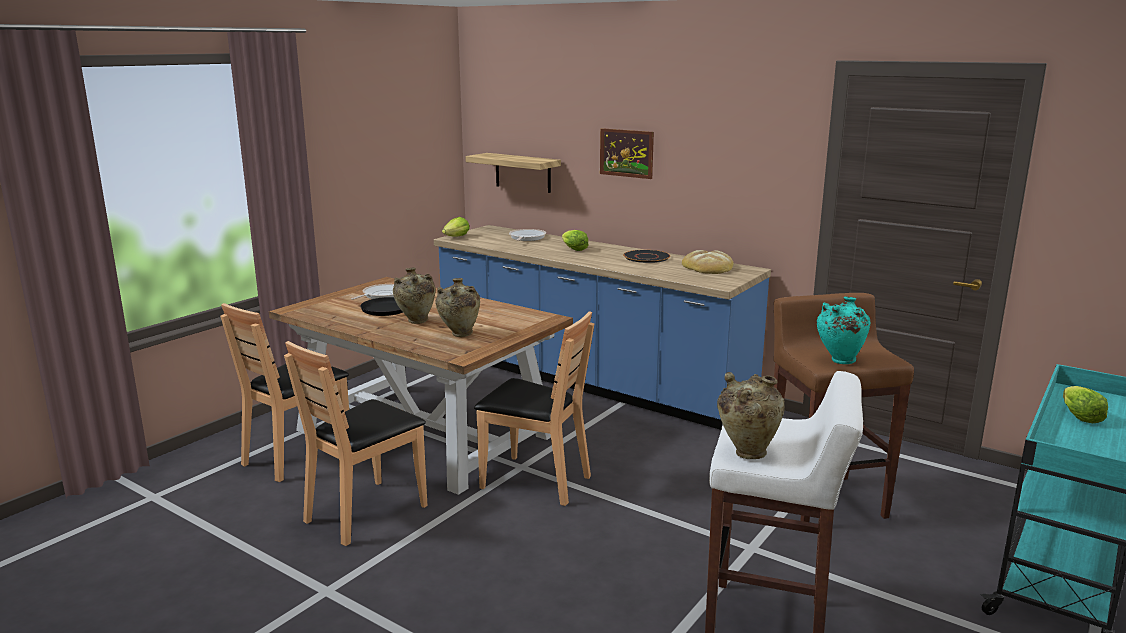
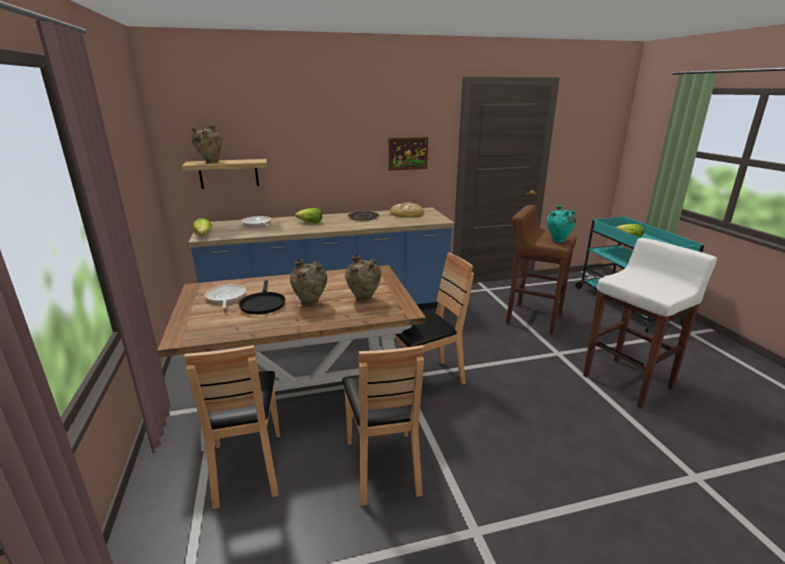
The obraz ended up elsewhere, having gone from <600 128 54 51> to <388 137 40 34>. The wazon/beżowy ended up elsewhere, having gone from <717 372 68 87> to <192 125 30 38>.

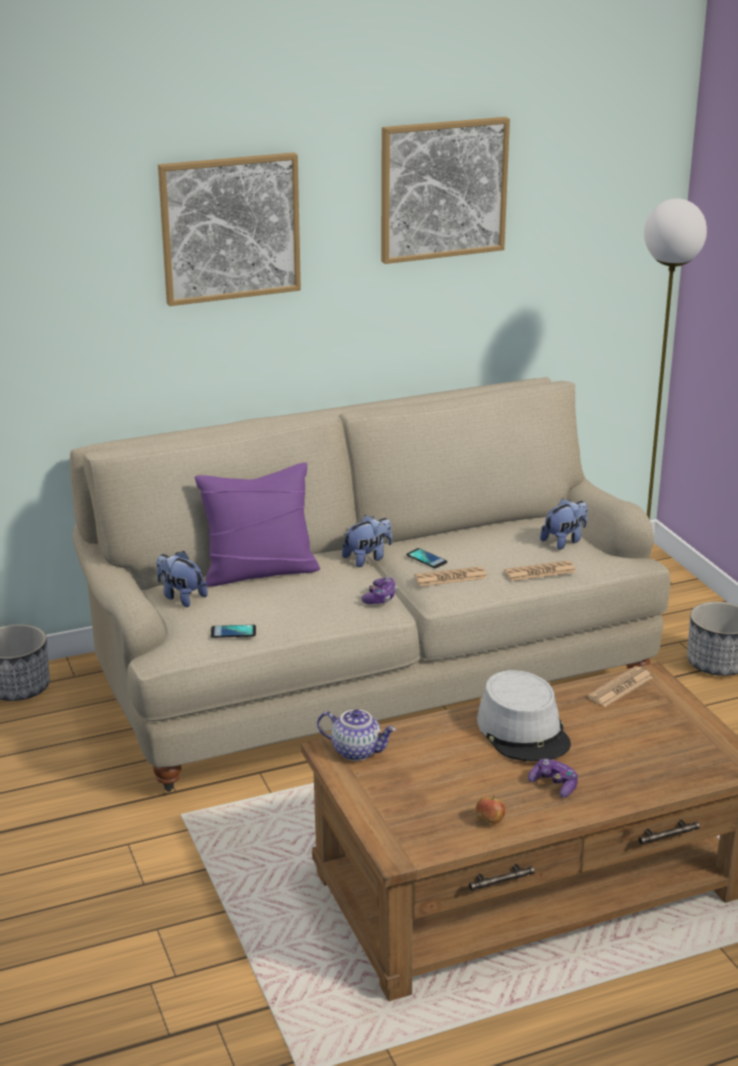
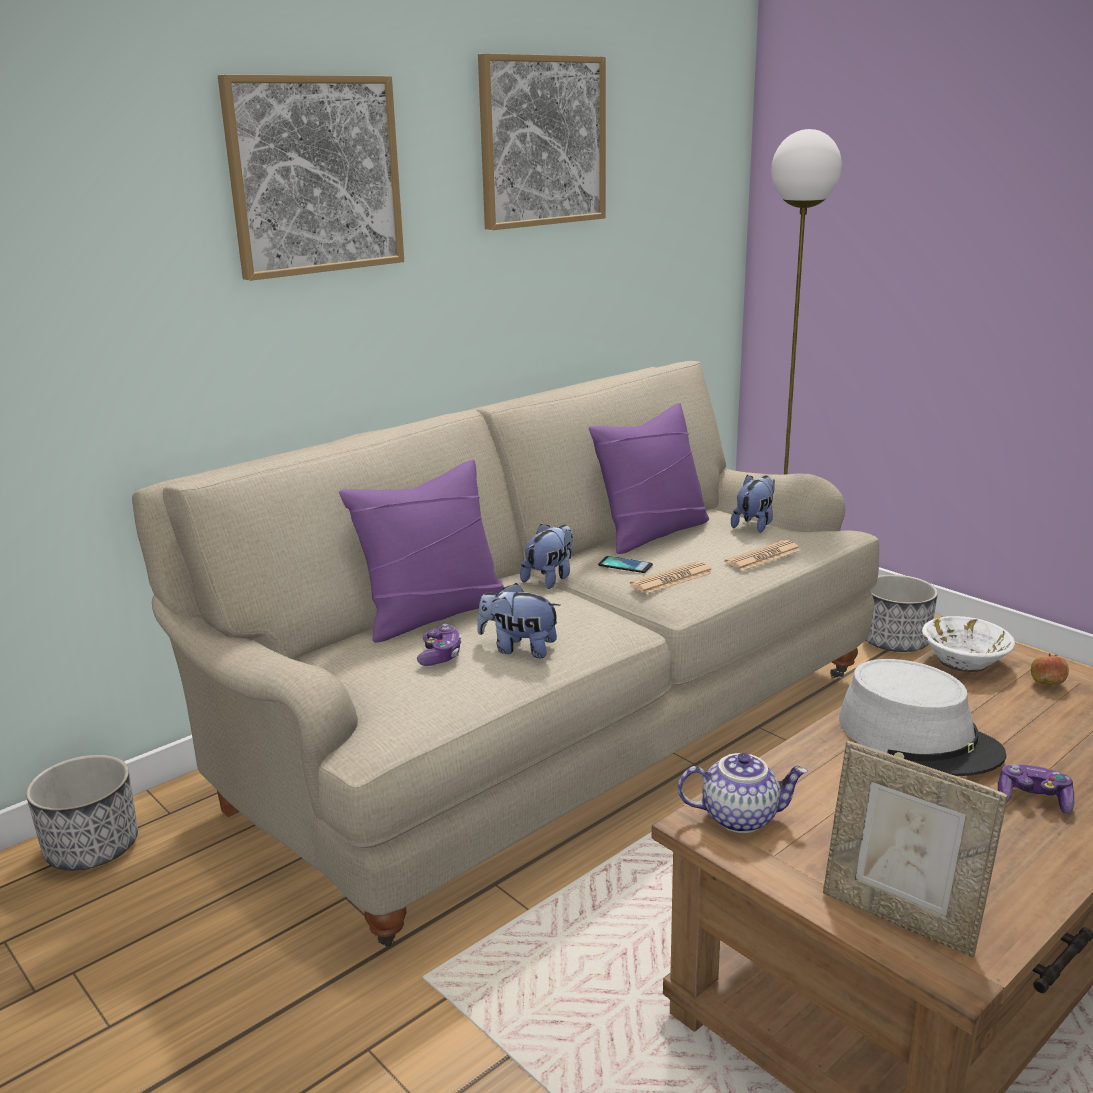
The pluszak ended up elsewhere, having gone from <156 551 52 56> to <477 583 84 75>. The second view lost the telefon at <211 625 45 13>. The pad do gier ended up elsewhere, having gone from <361 577 36 27> to <417 623 44 43>. The jabłko ended up elsewhere, having gone from <475 796 30 28> to <1031 653 38 32>. Where the gazeta stood at <587 666 66 41>, the miska/biały came to stand at <922 616 93 56>. The second view gained the poduszka/fioletowy at <589 403 120 151>. The second view gained the ramka na zdjęcie at <823 741 185 216>.

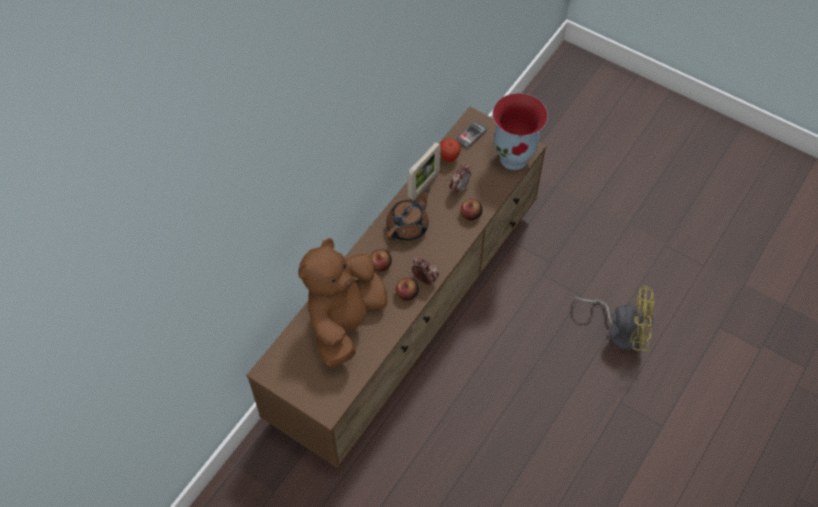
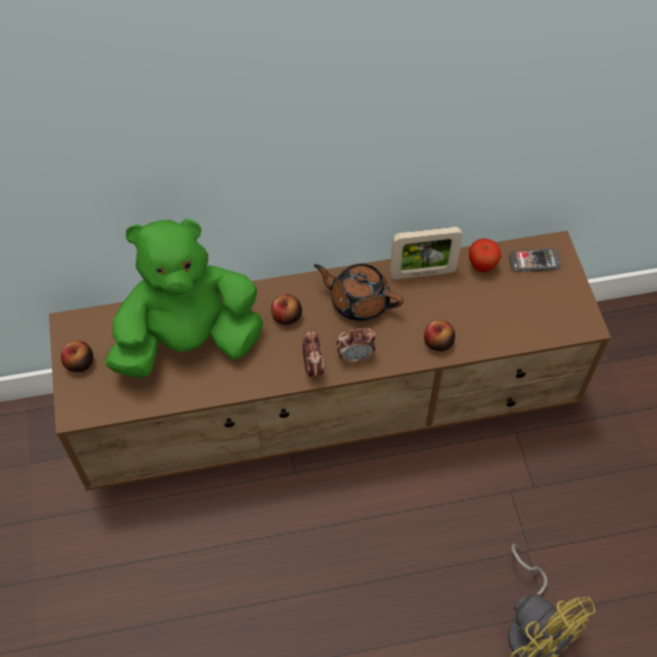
What was the pluszak/brązowy at <298 238 90 129> turned into the pluszak/zielony at <105 219 158 159>. The imbryk/brązowy at <386 189 44 52> ended up facing another way, 150 degrees counterclockwise from before. The jabłko ended up elsewhere, having gone from <396 278 23 23> to <61 340 32 32>. The budzik ended up elsewhere, having gone from <449 163 22 32> to <336 328 40 35>. The second view lost the wazon at <492 93 56 77>.

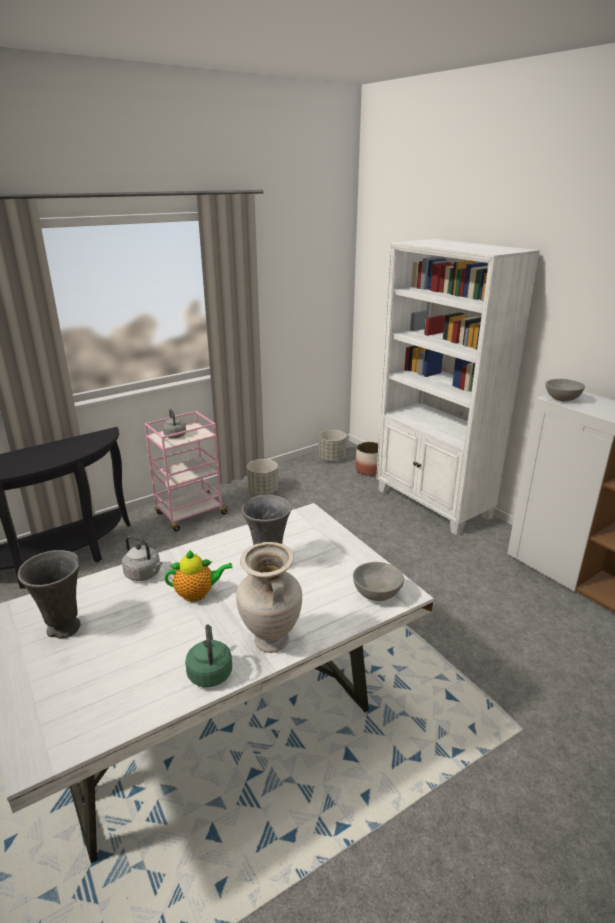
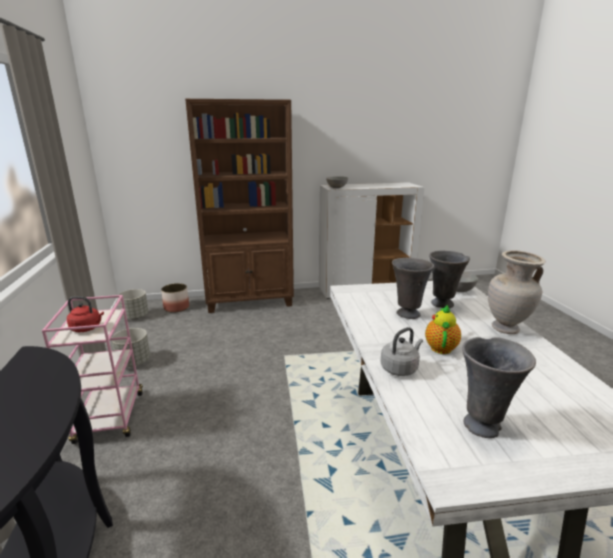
What was the czajnik/szary at <163 409 23 29> turned into the czajnik/czerwony at <67 296 37 36>. The second view lost the czajnik/zielony at <185 625 47 62>. What was the regał/biały at <376 239 164 297> turned into the regał/brązowy at <185 99 109 214>. The second view gained the wazon/szary at <429 251 41 57>.

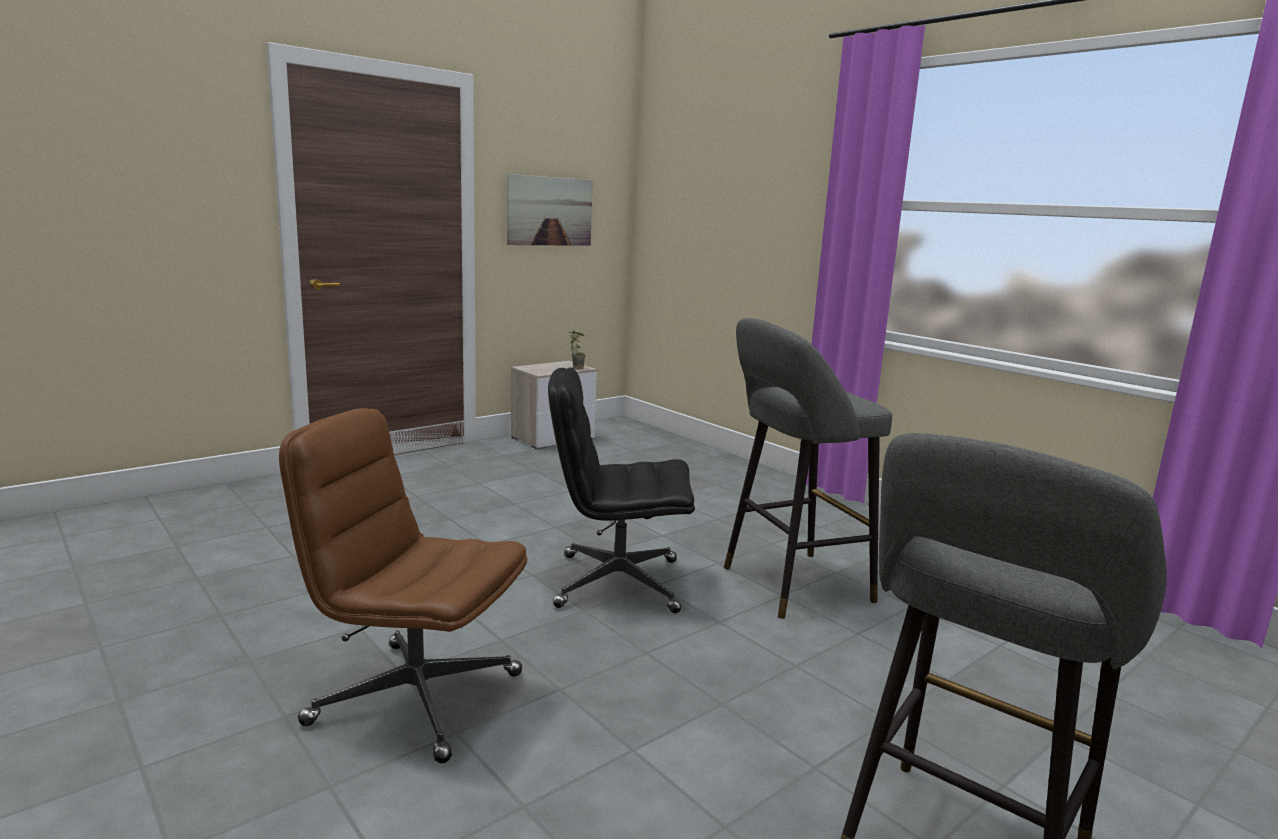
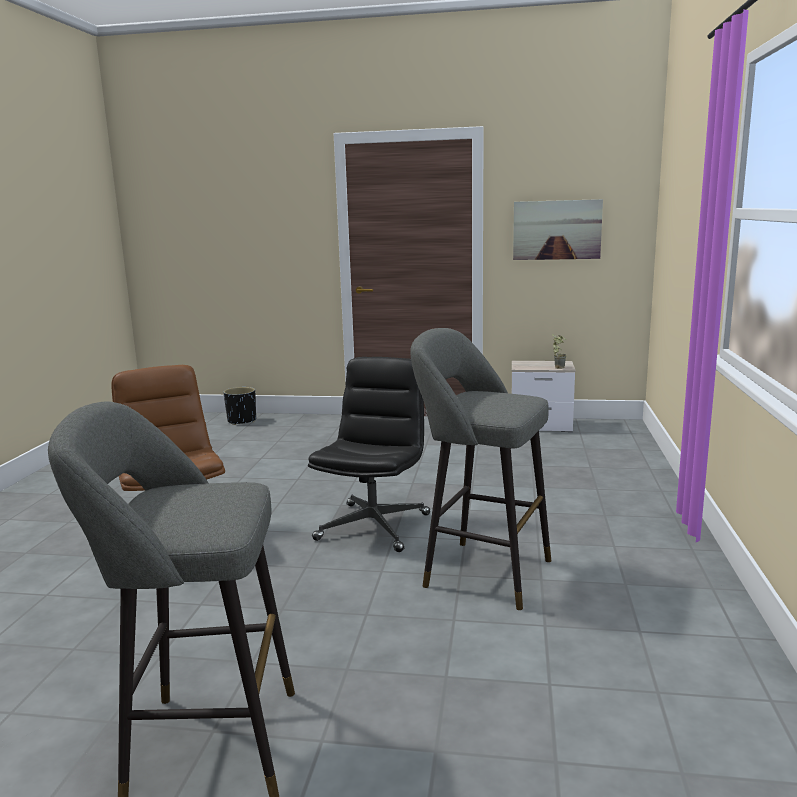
The krzesło biurowe/czarny at <548 368 147 245> ended up facing another way, 60 degrees clockwise from before. The second view gained the donica/czarny at <224 387 32 38>.

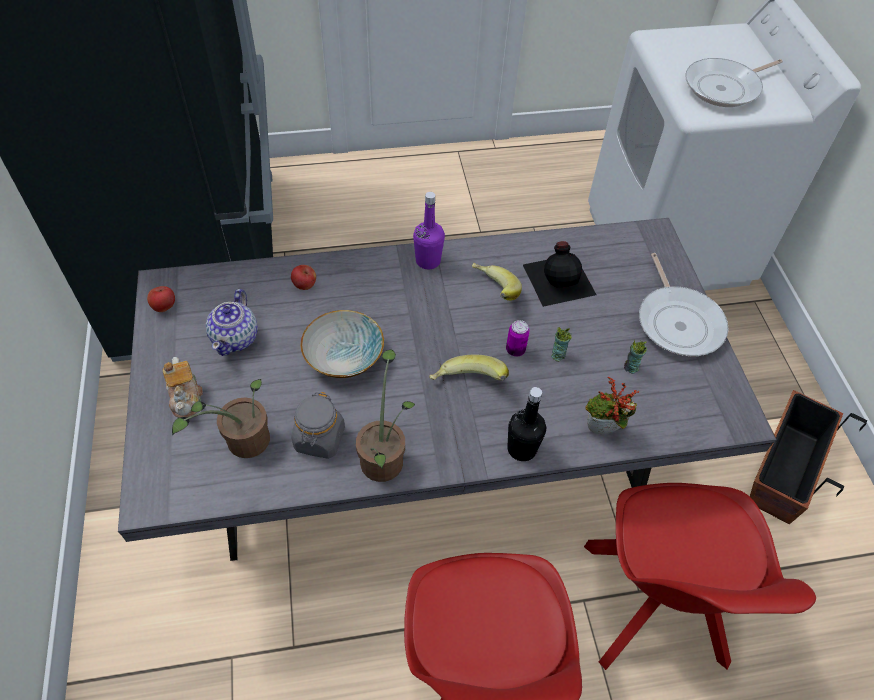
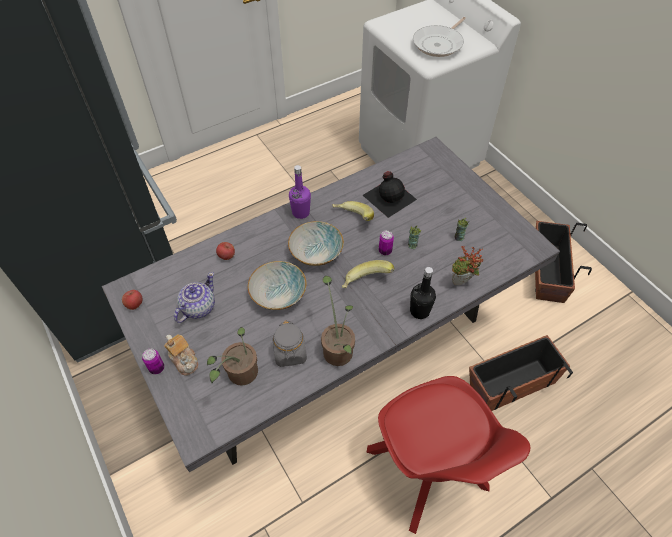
The imbryk at <206 289 52 67> ended up facing another way, 135 degrees counterclockwise from before. Where the krzesło/czerwony stood at <584 483 232 187>, the donica came to stand at <469 335 104 76>. The second view lost the patelnia at <639 253 89 103>. The second view gained the puszka at <142 348 22 26>. The second view gained the miska at <288 221 56 45>.

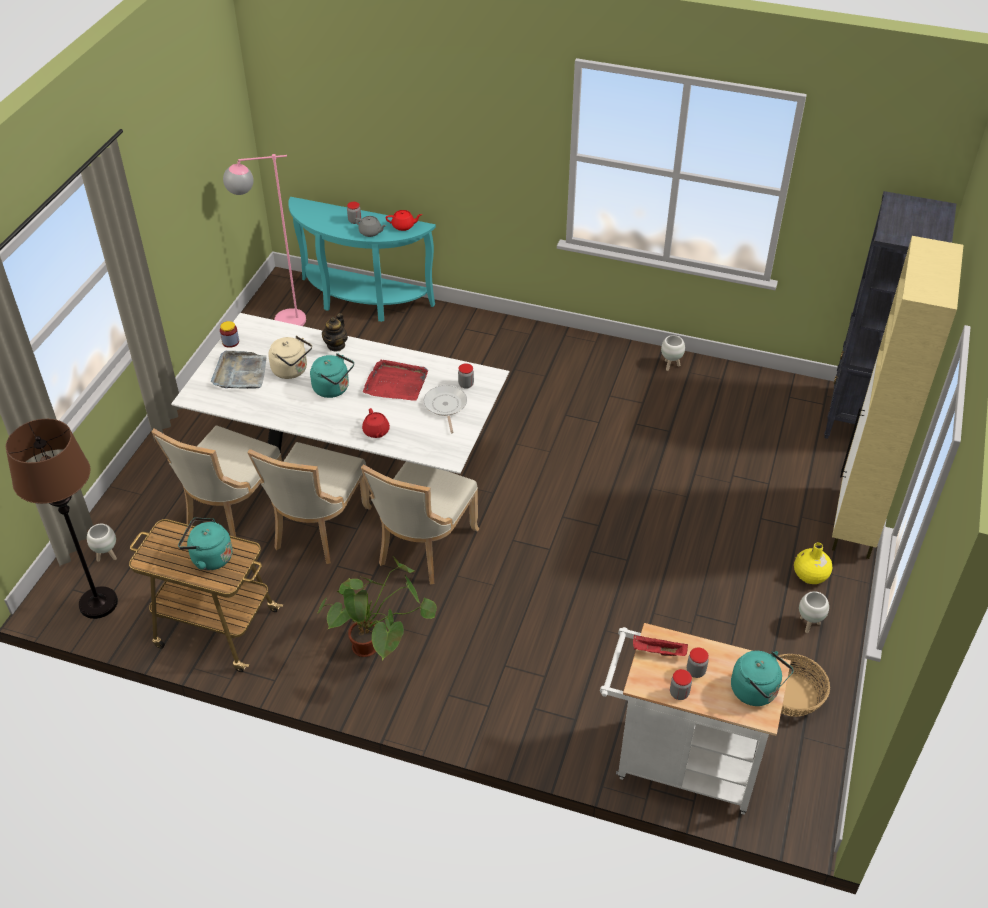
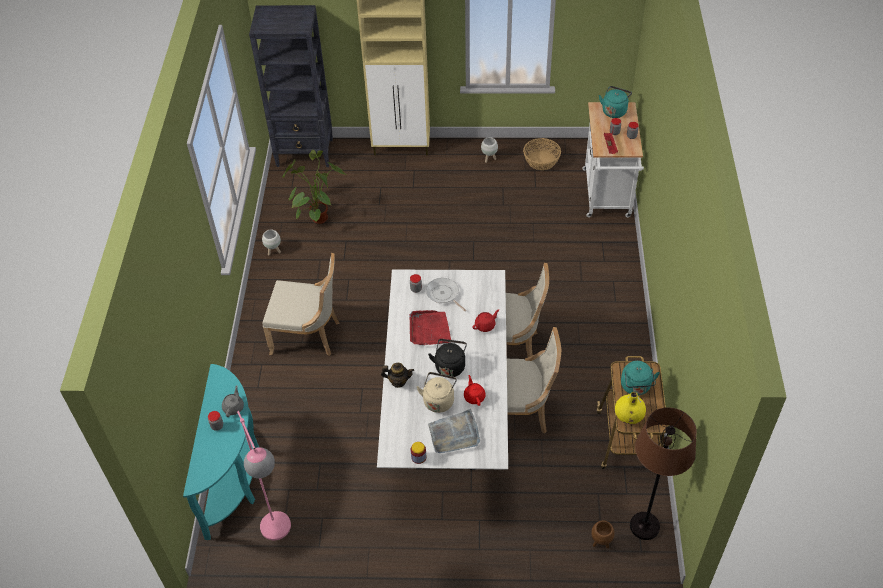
What was the donica/biały at <87 524 30 38> turned into the donica/brązowy at <591 520 24 28>. The krzesło/beżowy ended up elsewhere, having gone from <151 426 131 111> to <262 253 78 103>. What was the czajnik/turkusowy at <310 353 44 45> turned into the czajnik/czarny at <428 339 39 38>. The roślina doniczkowa ended up elsewhere, having gone from <317 556 120 105> to <282 150 64 74>. The imbryk/czerwony ended up elsewhere, having gone from <386 210 36 21> to <464 375 22 31>. The patelnia at <424 385 43 49> ended up facing another way, 75 degrees clockwise from before. The wazon/żółty ended up elsewhere, having gone from <794 543 39 41> to <615 392 31 32>.

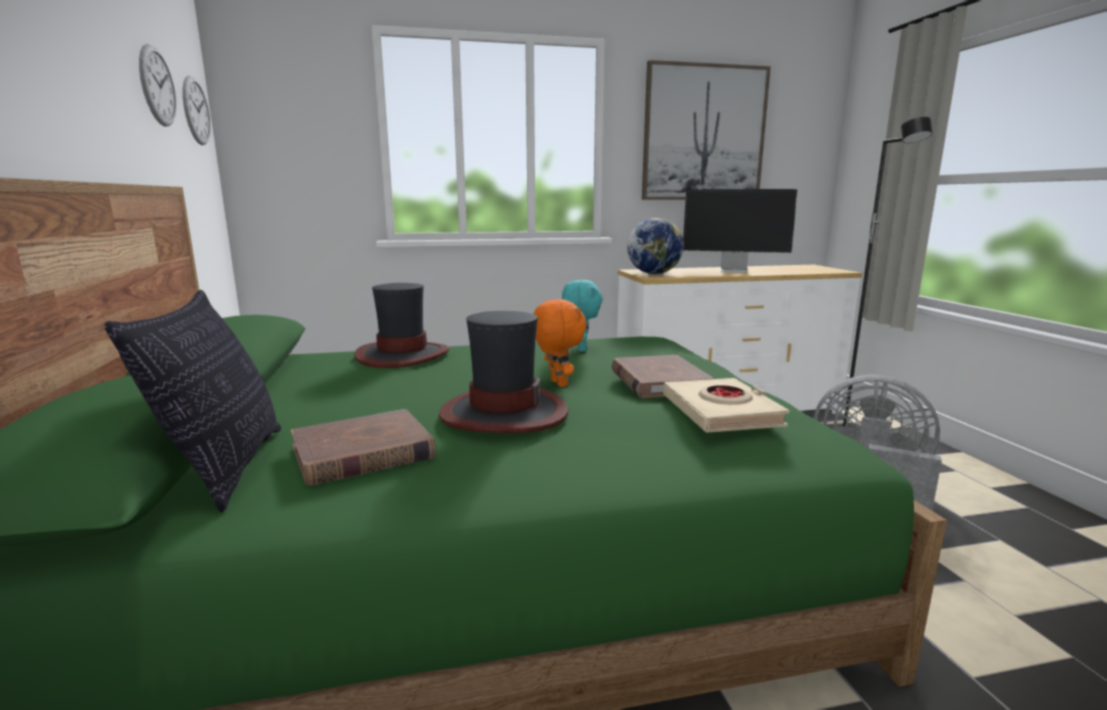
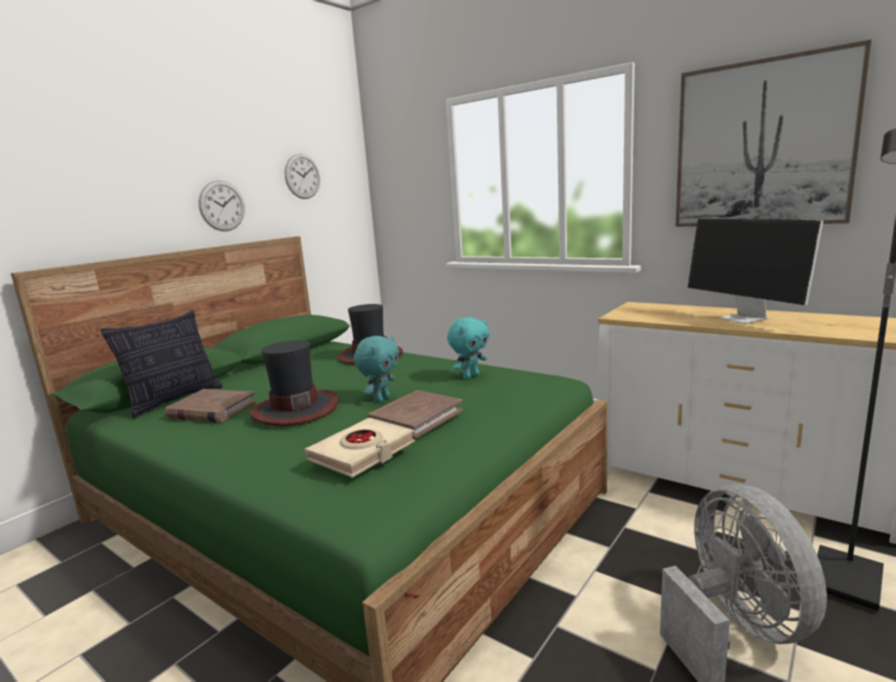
The zegar ścienny ended up elsewhere, having gone from <182 76 29 69> to <199 180 46 51>. What was the pluszak/pomarańczowy at <533 299 53 88> turned into the pluszak/turkusowy at <354 336 45 67>. The second view lost the globus at <627 218 57 56>.

